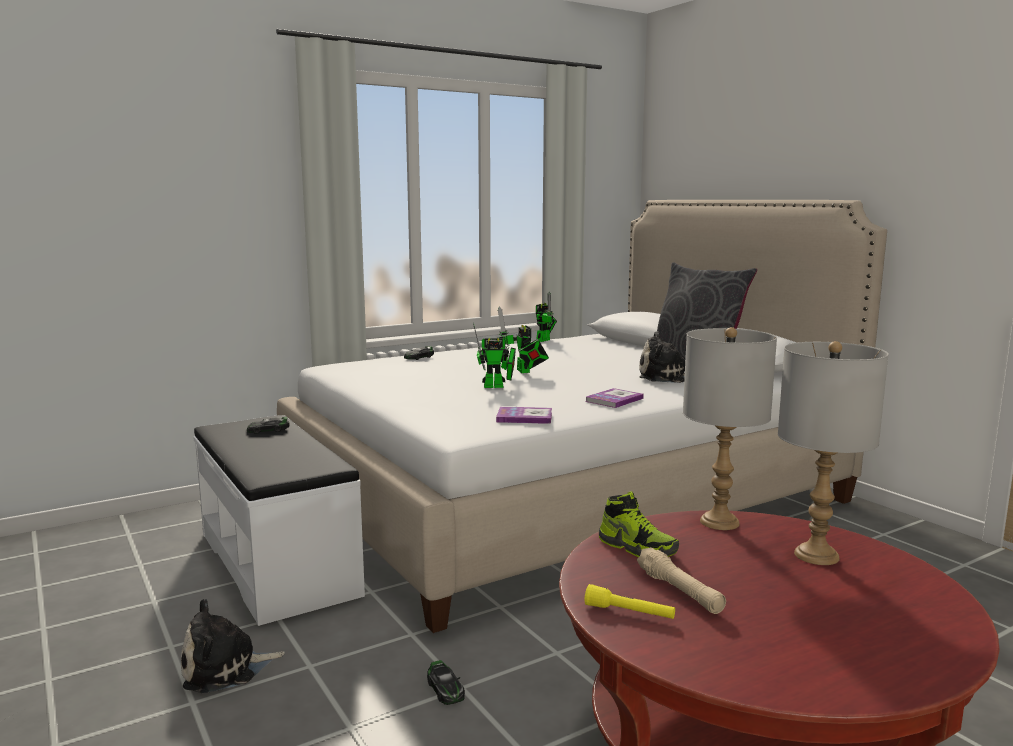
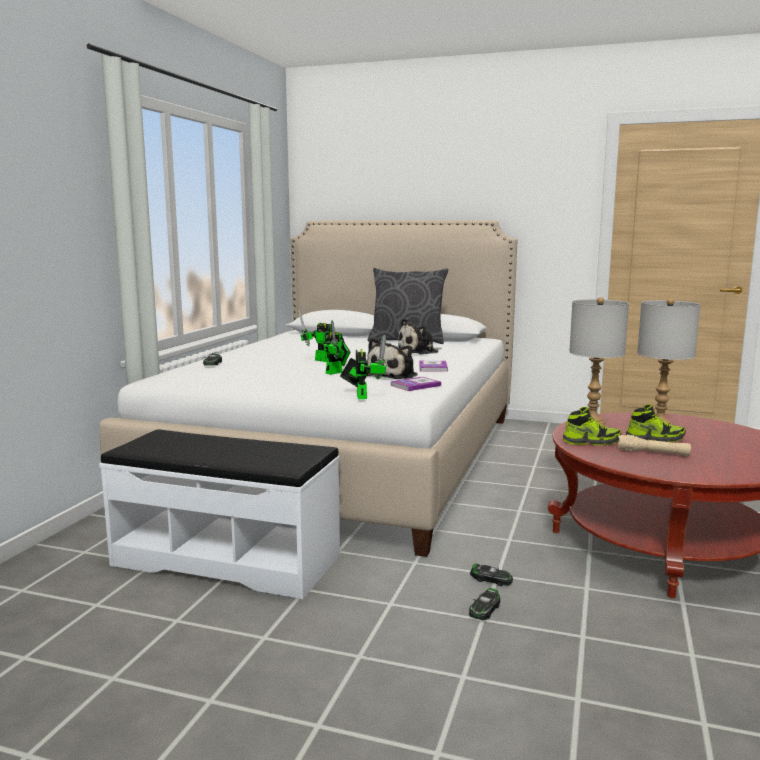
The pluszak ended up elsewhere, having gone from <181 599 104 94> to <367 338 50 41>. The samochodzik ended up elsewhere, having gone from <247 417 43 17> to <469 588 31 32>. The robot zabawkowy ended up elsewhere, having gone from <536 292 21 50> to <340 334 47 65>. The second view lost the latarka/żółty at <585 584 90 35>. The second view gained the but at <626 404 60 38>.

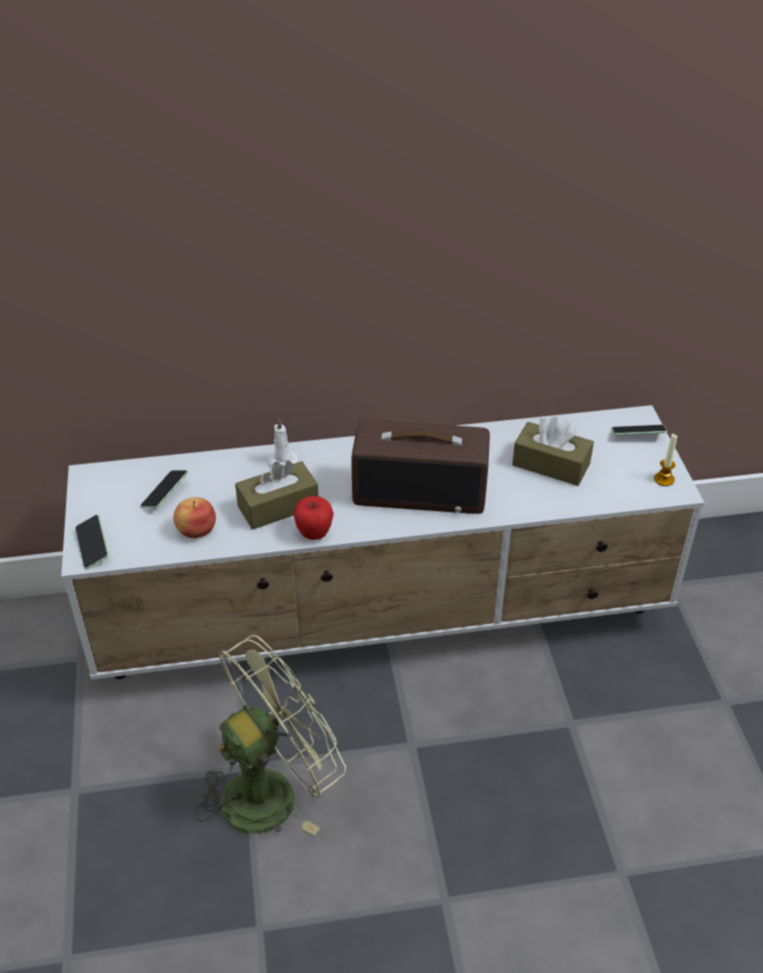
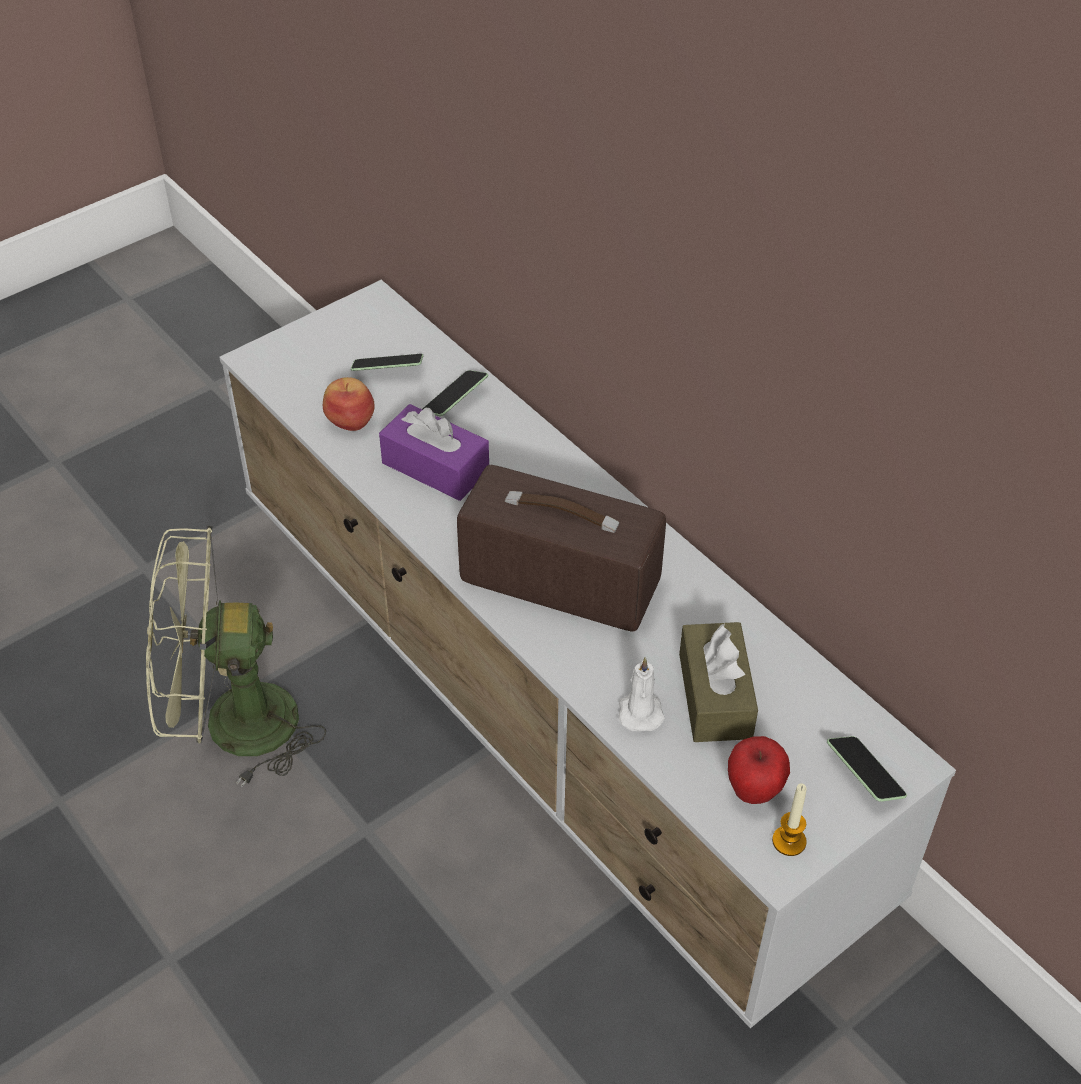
The telefon ended up elsewhere, having gone from <75 514 34 55> to <422 370 66 46>. The wentylator/zielony at <195 635 151 201> ended up facing another way, 150 degrees clockwise from before. What was the pudełko chusteczek/brązowy at <235 460 83 70> turned into the pudełko chusteczek/fioletowy at <379 404 110 97>. The świeca/biały ended up elsewhere, having gone from <266 418 33 49> to <618 657 47 74>. The jabłko ended up elsewhere, having gone from <293 496 41 44> to <728 736 62 68>. The radio at <351 420 139 94> ended up facing another way, 135 degrees clockwise from before.

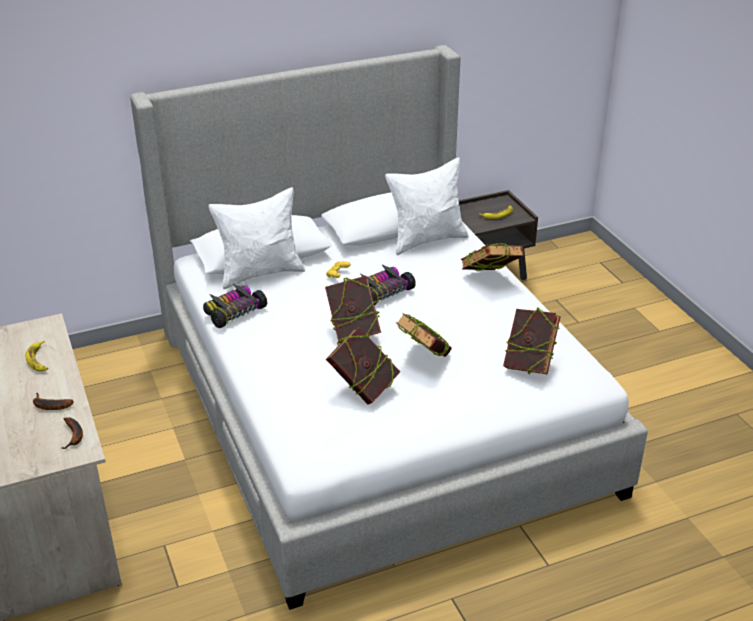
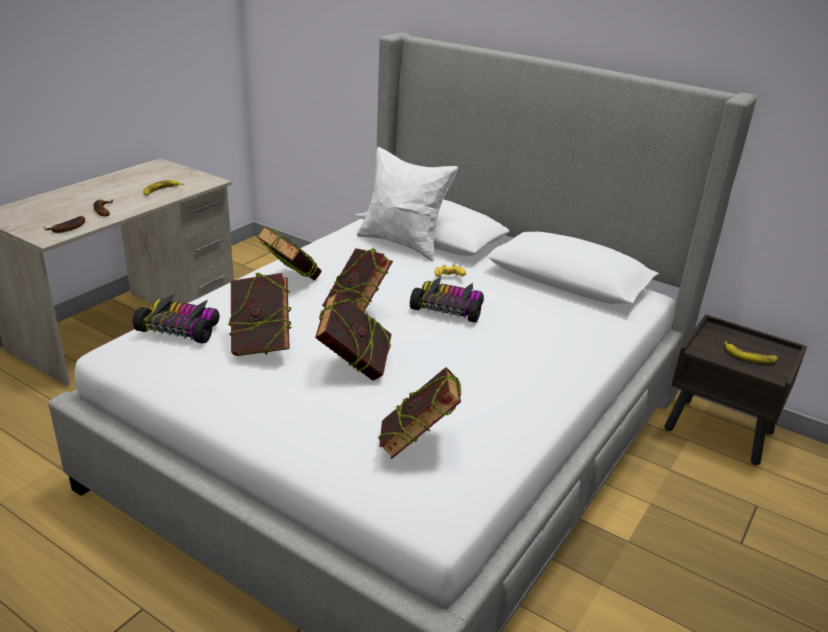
The samochodzik ended up elsewhere, having gone from <203 284 64 44> to <133 294 87 50>. The second view lost the poduszka/biały at <385 157 84 98>. The książka ended up elsewhere, having gone from <461 243 63 28> to <256 226 66 55>.

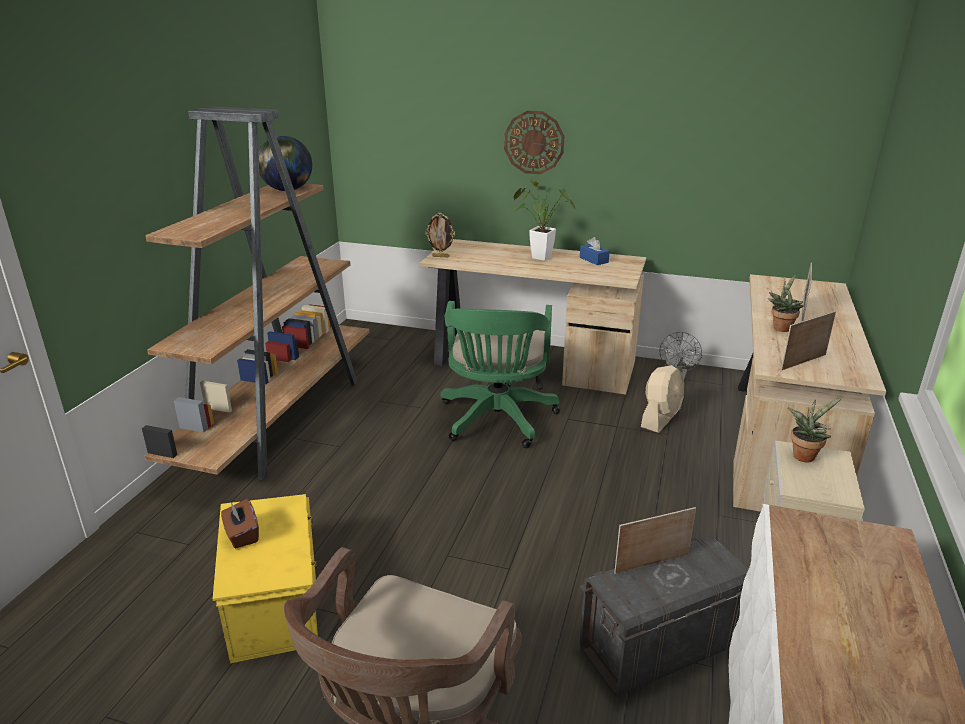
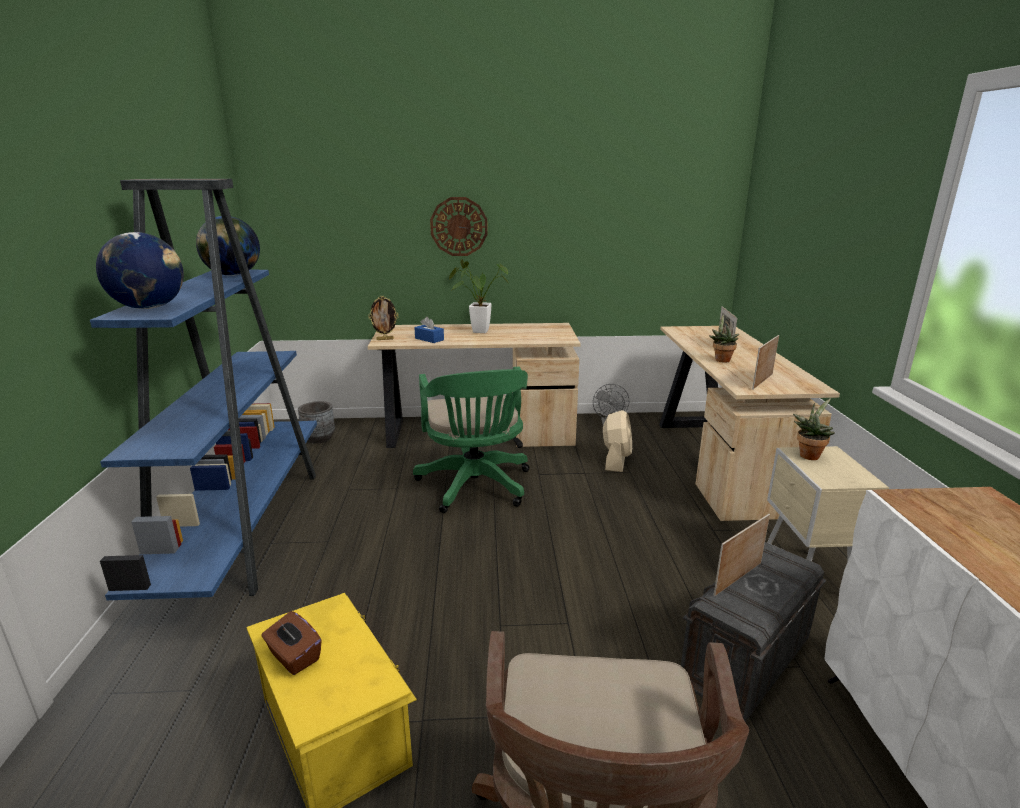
What was the regał/brązowy at <142 106 227 375> turned into the regał/niebieski at <90 179 227 421>. The pudełko chusteczek/niebieski ended up elsewhere, having gone from <580 237 30 28> to <414 317 30 26>. The second view gained the globus at <96 232 88 77>. The second view gained the donica/szary at <298 401 37 42>.

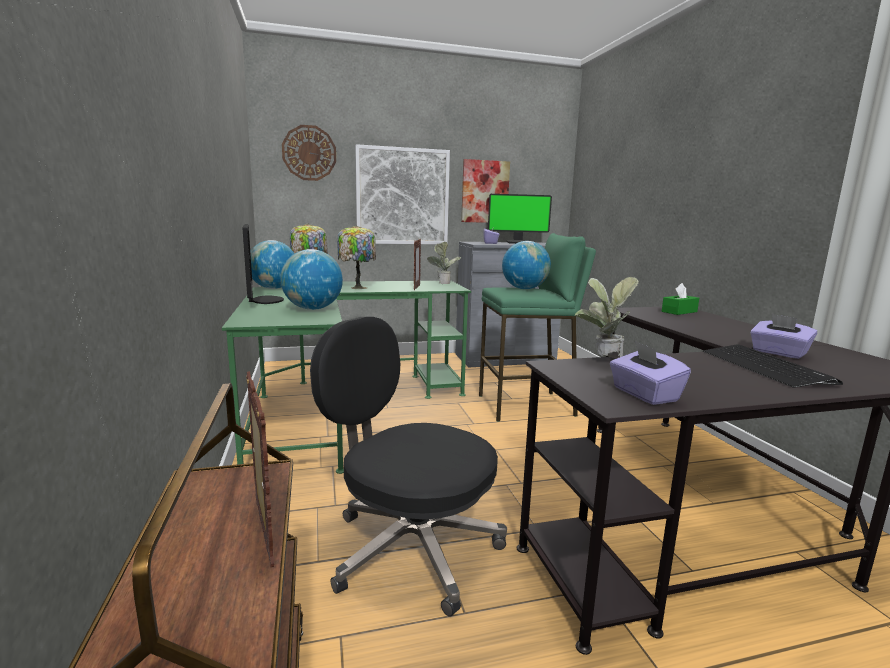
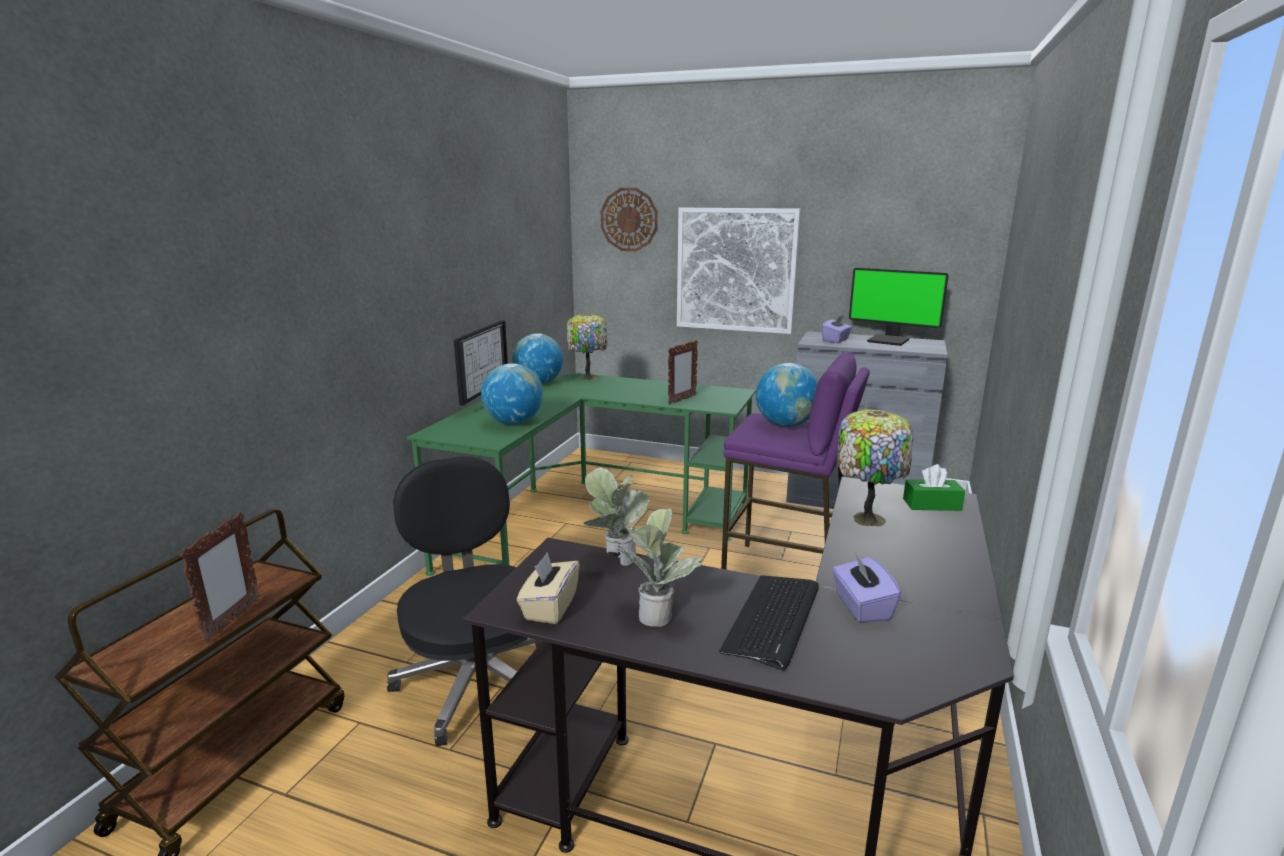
The lampa stołowa ended up elsewhere, having gone from <337 226 39 63> to <836 409 77 117>. The roślina doniczkowa ended up elsewhere, having gone from <427 242 34 42> to <618 509 85 118>. The second view lost the obraz at <461 159 49 64>. What was the stołek/zielony at <479 233 117 189> turned into the stołek/fioletowy at <721 351 149 218>. What was the pudełko chusteczek/fioletowy at <610 341 81 64> turned into the pudełko chusteczek/beżowy at <517 552 63 72>.

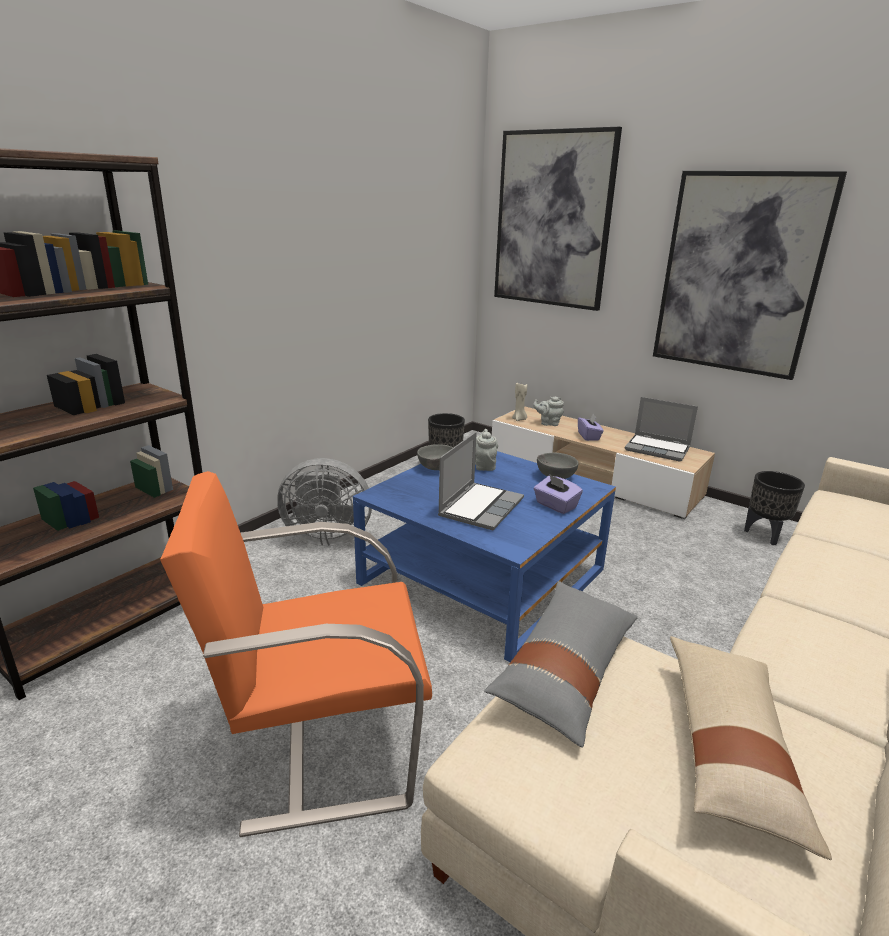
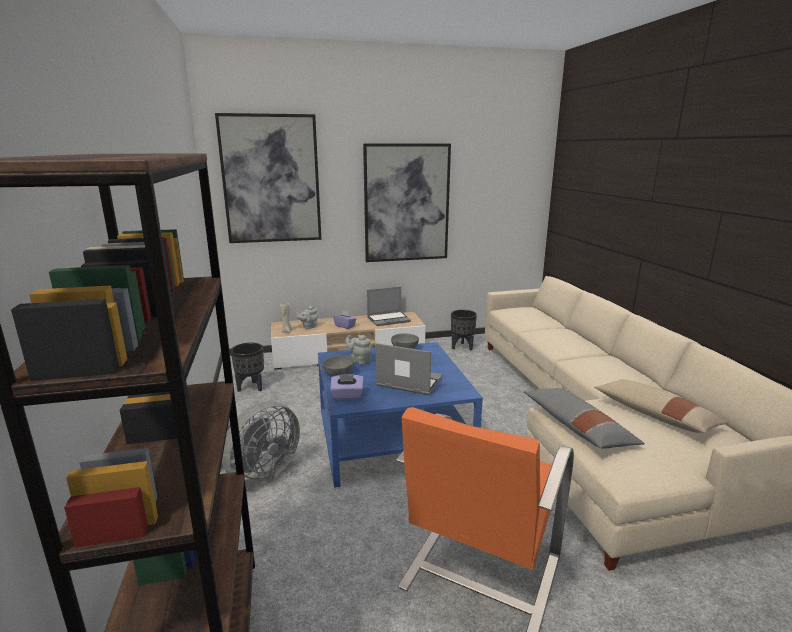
The laptop at <438 432 86 99> ended up facing another way, 45 degrees counterclockwise from before. The pudełko chusteczek/fioletowy ended up elsewhere, having gone from <534 474 49 40> to <330 374 33 26>.

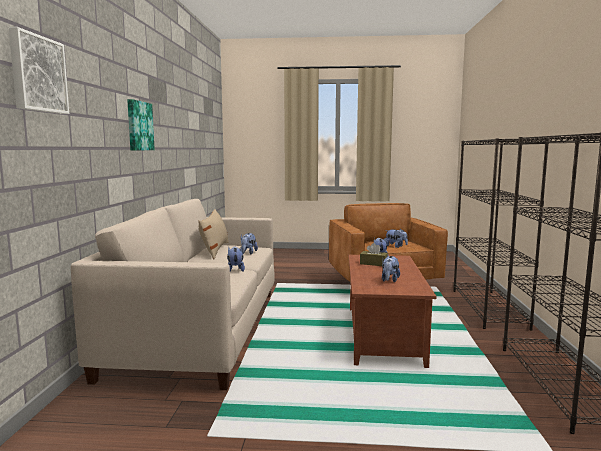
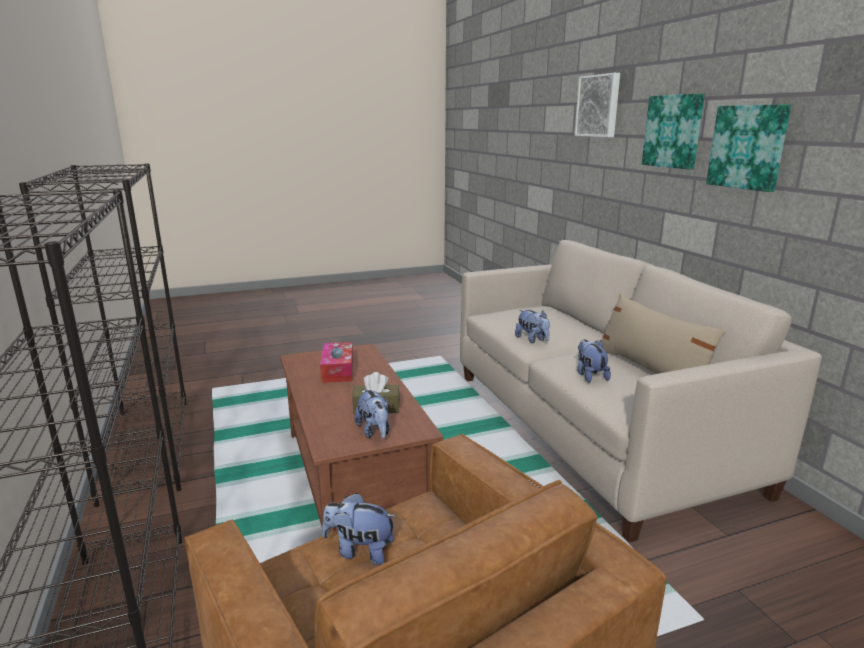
Where the pluszak stood at <382 256 18 26>, the pudełko chusteczek came to stand at <320 342 33 41>. The second view gained the obraz at <642 93 63 76>.

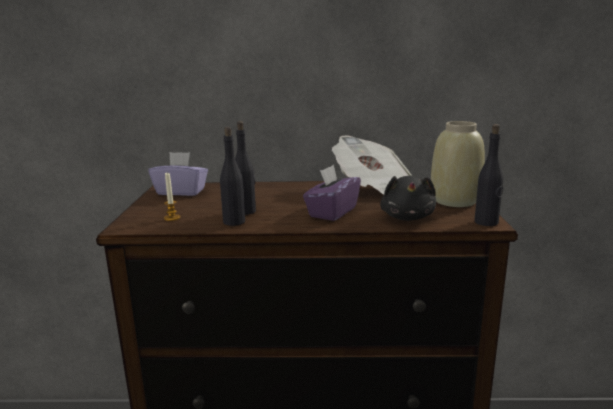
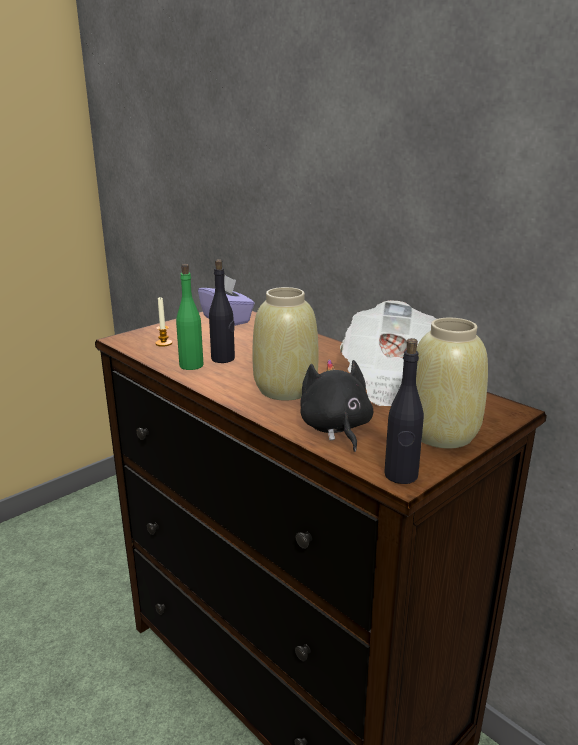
What was the butelka/czarny at <220 127 25 99> turned into the butelka/zielony at <176 264 27 106>. Where the pudełko chusteczek/fioletowy stood at <303 165 58 56>, the wazon/beżowy came to stand at <252 287 67 114>. The pluszak/czarny at <380 176 56 45> ended up facing another way, 120 degrees clockwise from before.

